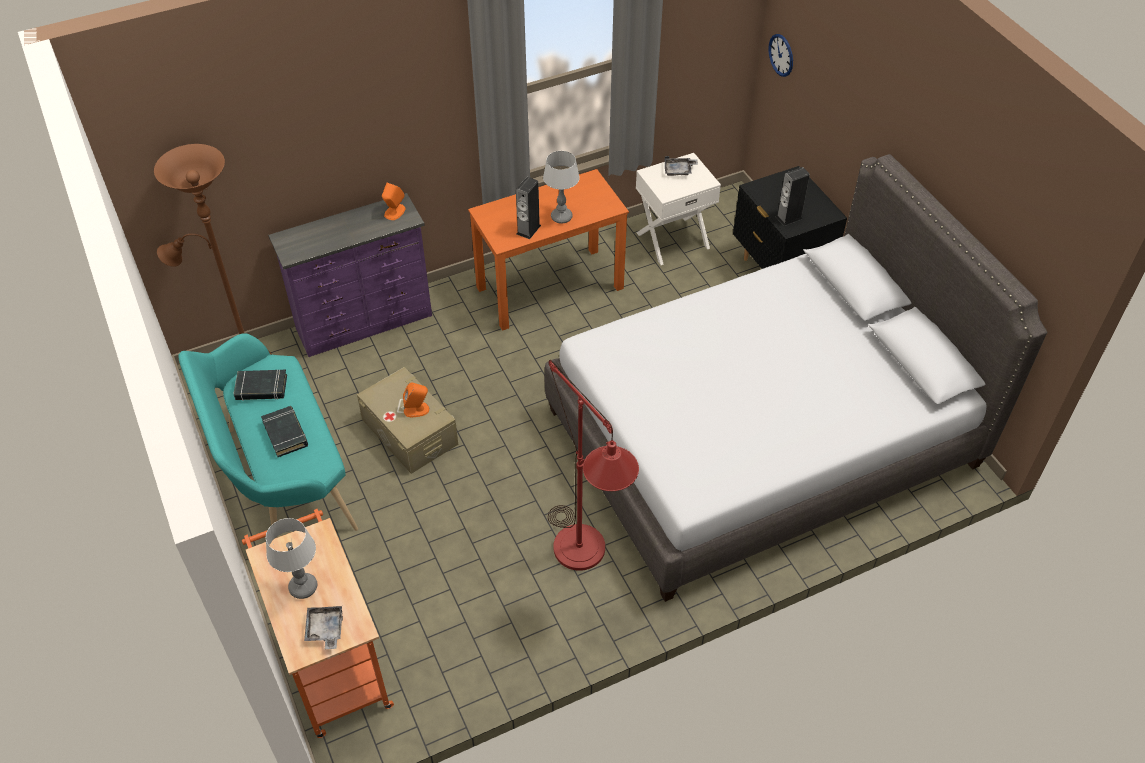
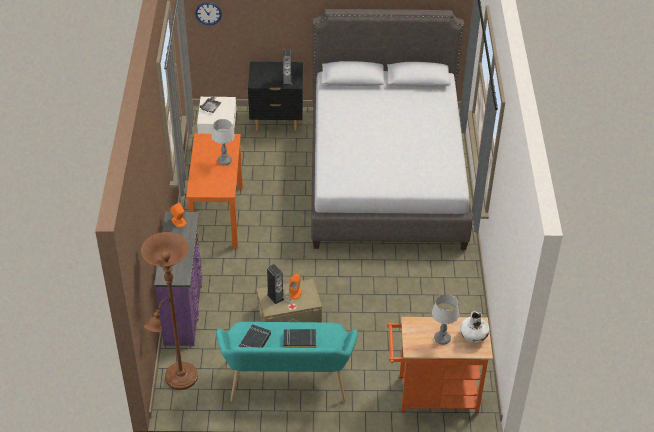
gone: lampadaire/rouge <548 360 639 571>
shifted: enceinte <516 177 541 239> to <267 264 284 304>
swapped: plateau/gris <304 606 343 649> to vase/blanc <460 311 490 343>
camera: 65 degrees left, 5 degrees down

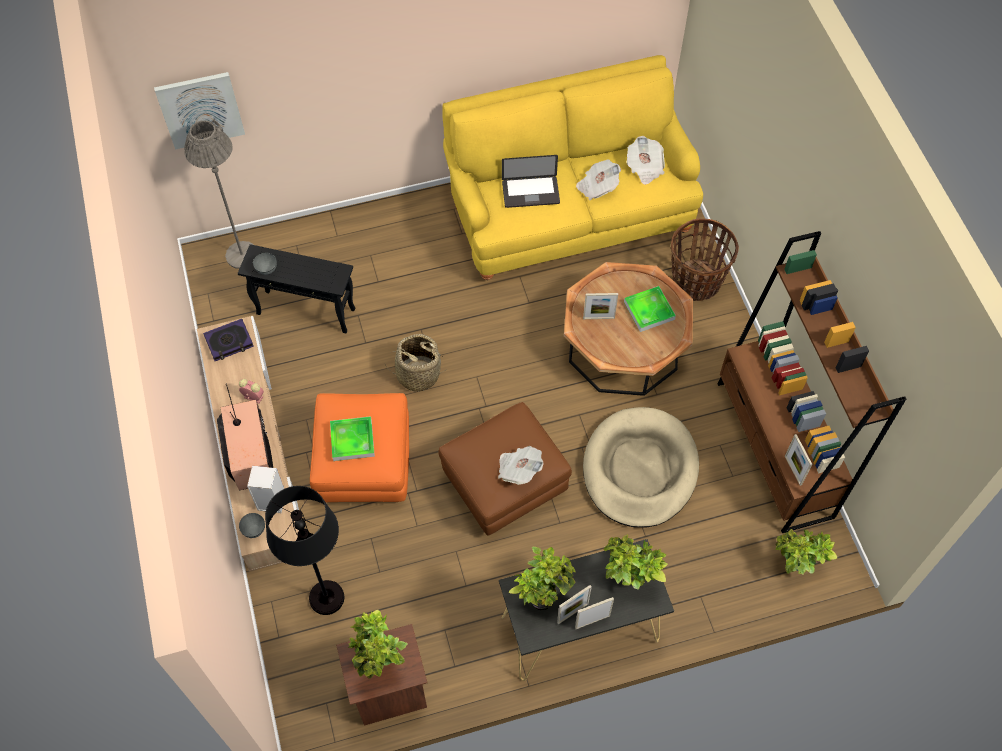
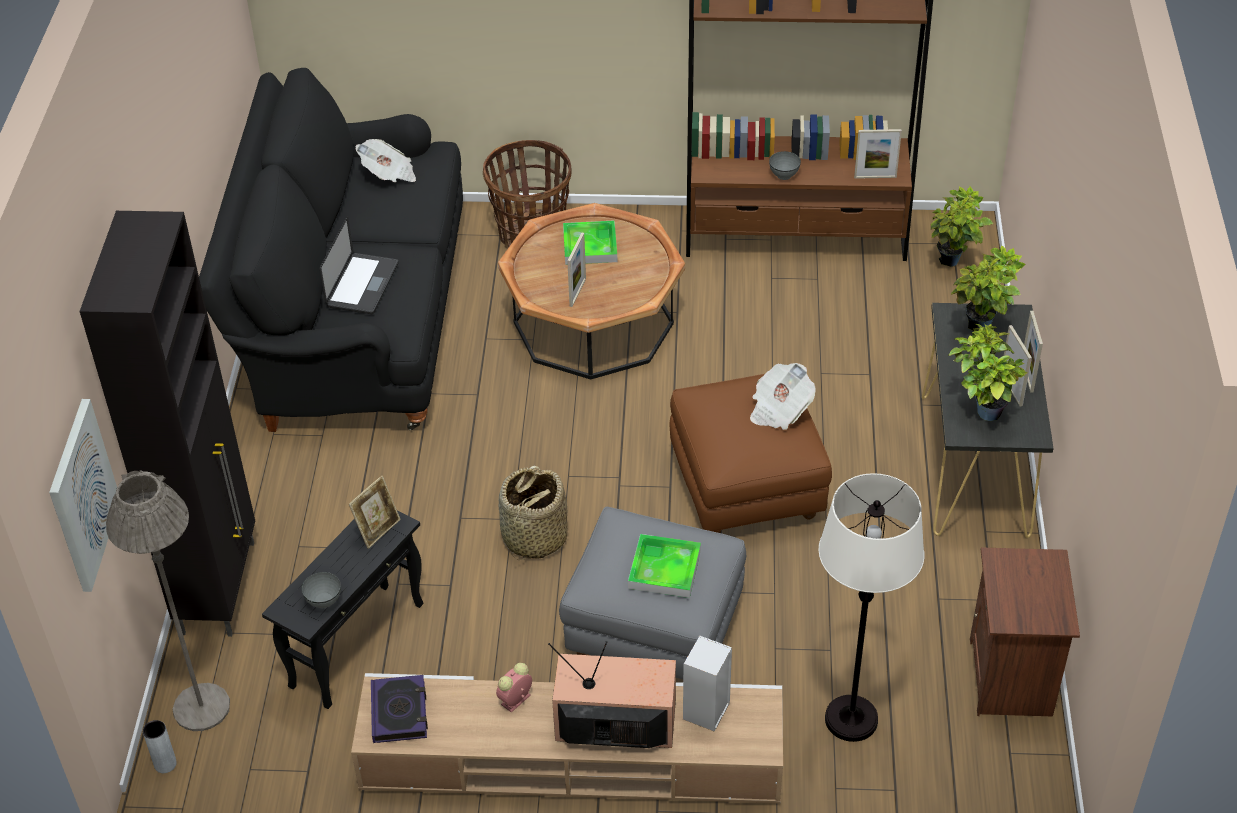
gone: plante en pot <349 610 408 679>; journal <576 159 621 200>; panier pour chien/beige <583 407 699 528>
new: meuble de rangement/noir <80 211 255 637>; vase/gris <143 720 177 773>; cadre photo <349 475 401 549>
shifted: bol/gris <239 513 265 538> to <769 151 801 180>
repainted: canapé/jaune <442 55 703 280> to canapé/noir <199 68 463 432>; pouf/orange <310 393 409 503> to pouf/gris <559 507 746 680>; lampadaire/noir <265 486 344 615> to lampadaire/blanc <819 473 924 742>
camera: 70 degrees left, 15 degrees down

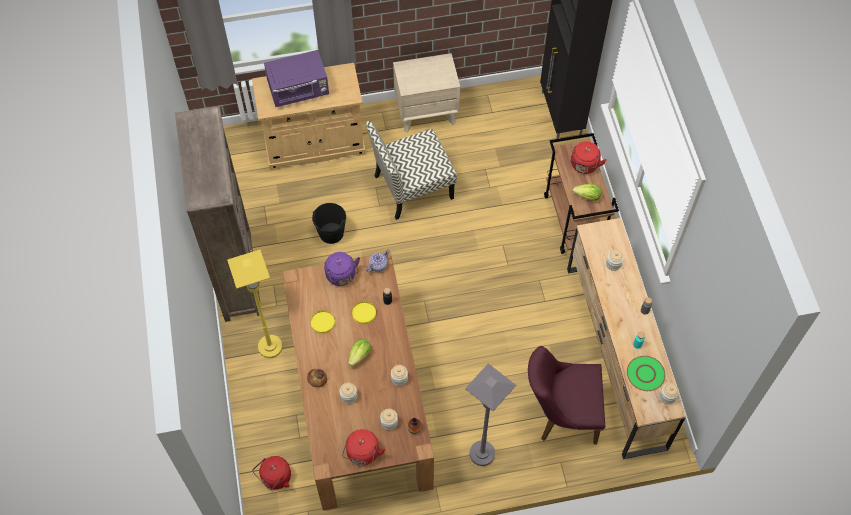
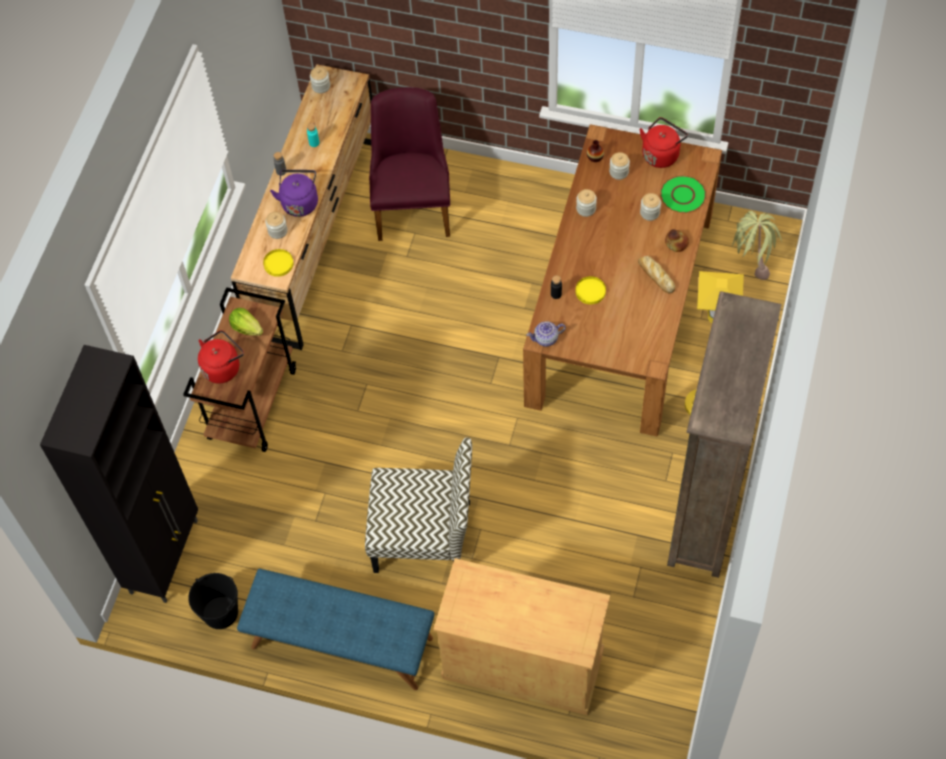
gone: micro-ondes/violet <264 50 329 107>; laitue <348 338 371 367>; lampadaire/gris <465 363 516 466>
new: pain <638 256 675 293>
shifted: seau/noir <312 203 346 244> to <188 573 238 629>; assiette/jaune <311 310 335 334> to <263 249 294 277>; bouilloire/violet <324 252 360 286> to <270 170 318 217>; assiette/vert <627 356 666 391> to <660 175 706 213>
swapped: table de chevet/beige <393 53 460 133> to banc/bleu <237 569 435 690>; bouilloire/rouge <252 456 291 490> to plante en pot <732 211 782 280>
rotated: chaise/violet <528 346 605 444> = <369 87 450 241> 120 degrees counterclockwise
camera: 150 degrees left, 0 degrees up

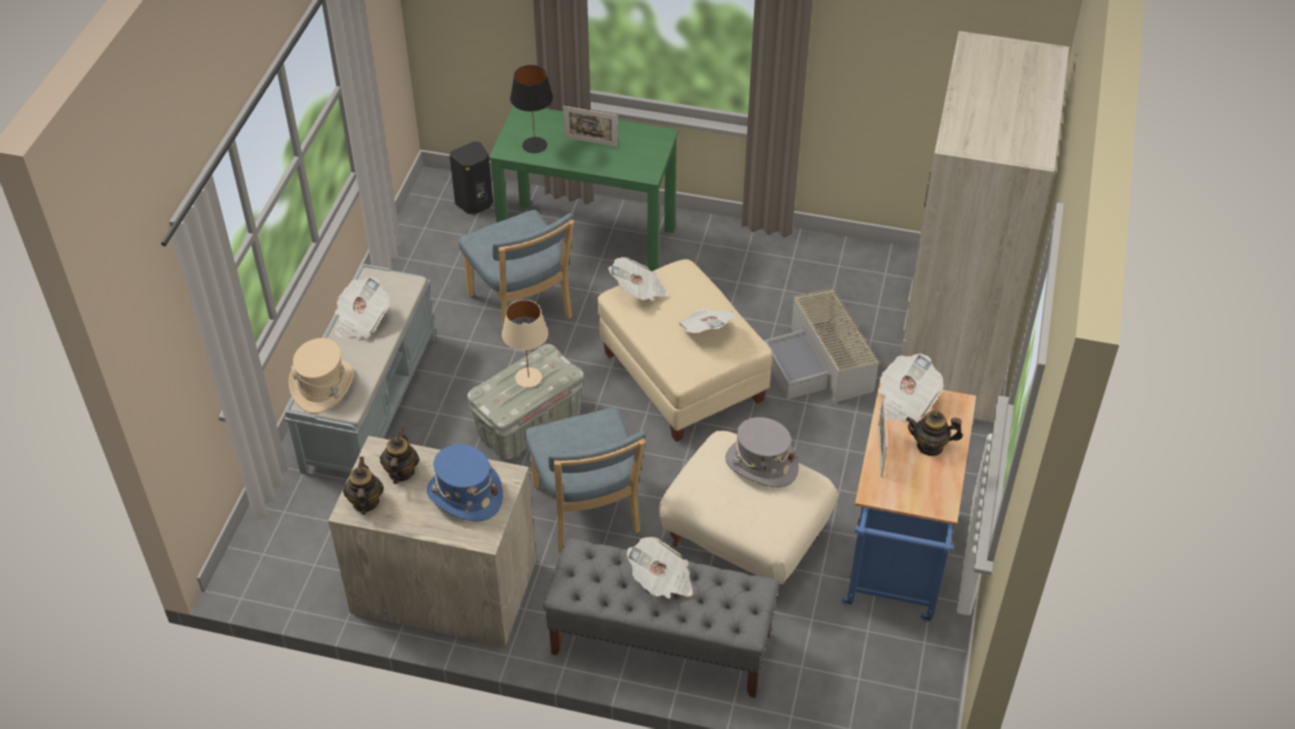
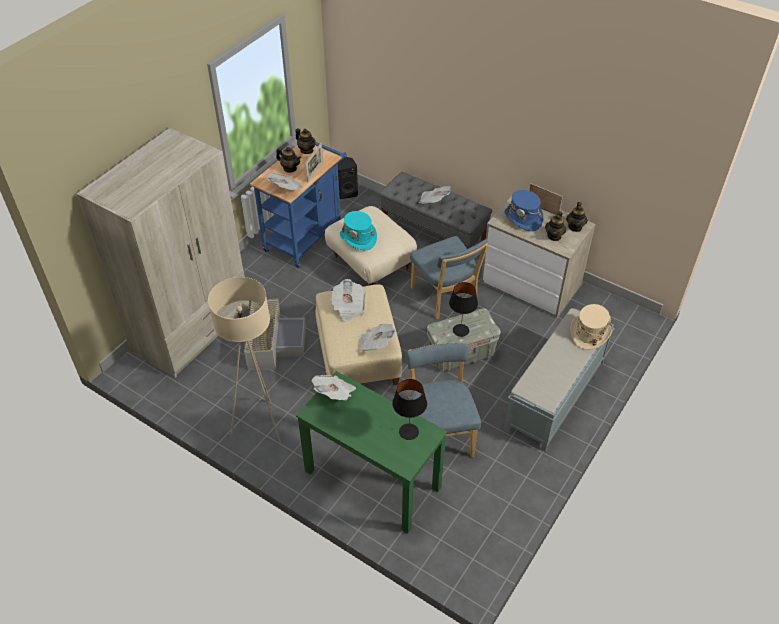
new: lampadaire/beige <208 277 281 444>; théière <295 128 316 154>
shifted: journal <334 277 390 339> to <312 375 356 401>; enceinte/noir <450 141 493 214> to <338 157 358 199>; cadre photo <563 106 618 147> to <529 183 563 215>
repainted: chapeau/gris <725 417 799 487> to chapeau/turquoise <340 211 377 250>; lampe de table/beige <502 300 548 388> to lampe de table/noir <449 282 478 337>
rotated: chaise/bleu <525 408 646 553> = <410 236 489 319> 150 degrees clockwise
camera: 160 degrees left, 0 degrees up

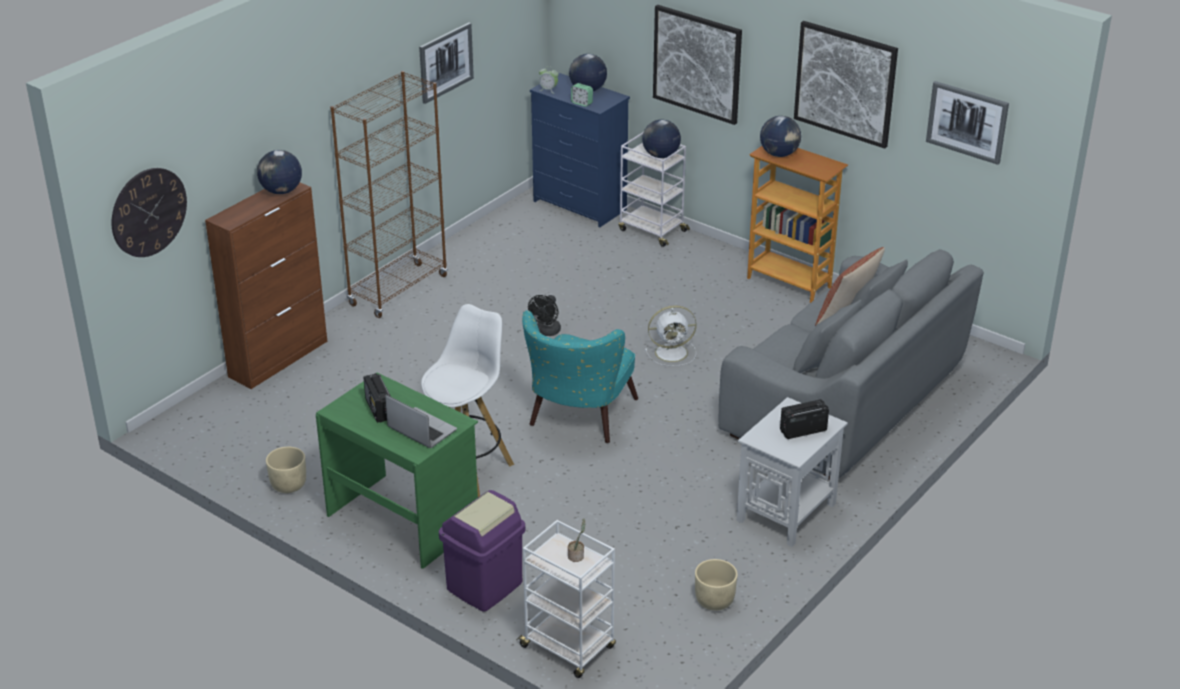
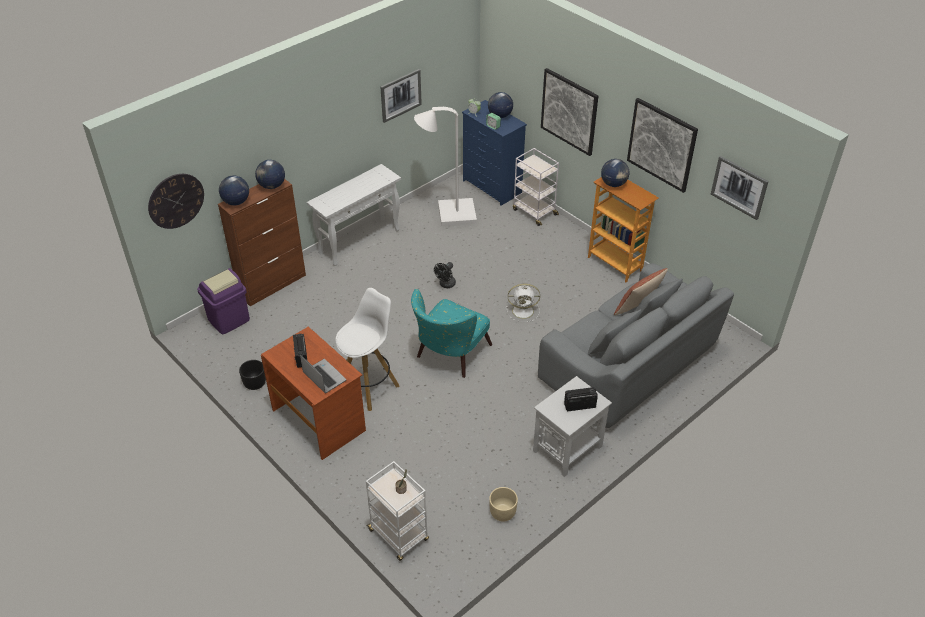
new: lampadaire/blanc <414 107 477 226>
shifted: poubelle/violet <439 490 525 612> to <197 268 250 334>; globe <642 120 681 158> to <219 176 249 205>
swapped: bibliothèque/marron <330 71 448 318> to table console/blanc <307 164 401 266>
repainted: cache-pot/beige <266 447 306 493> to cache-pot/noir <239 360 266 390>; bureau/vert <316 372 478 569> to bureau/marron <261 327 366 460>
camera: 10 degrees right, 10 degrees up

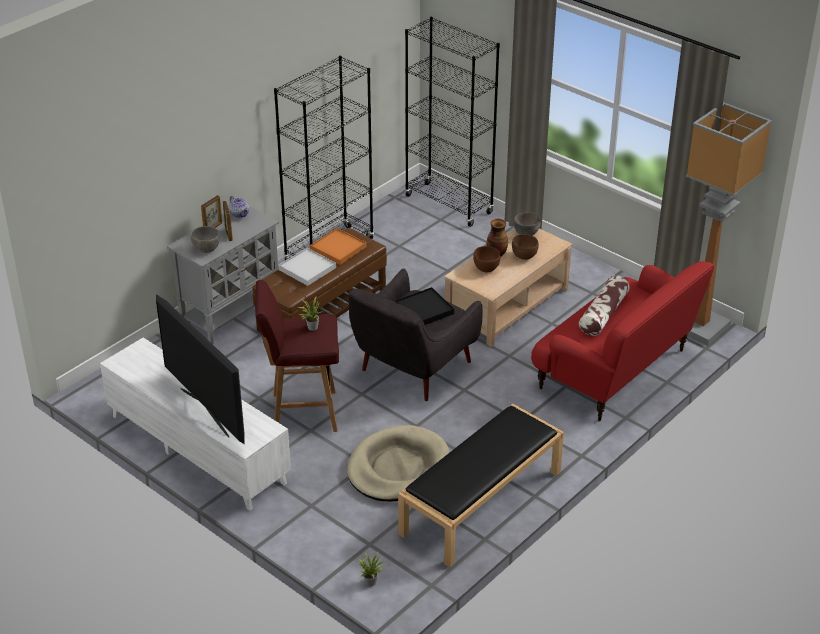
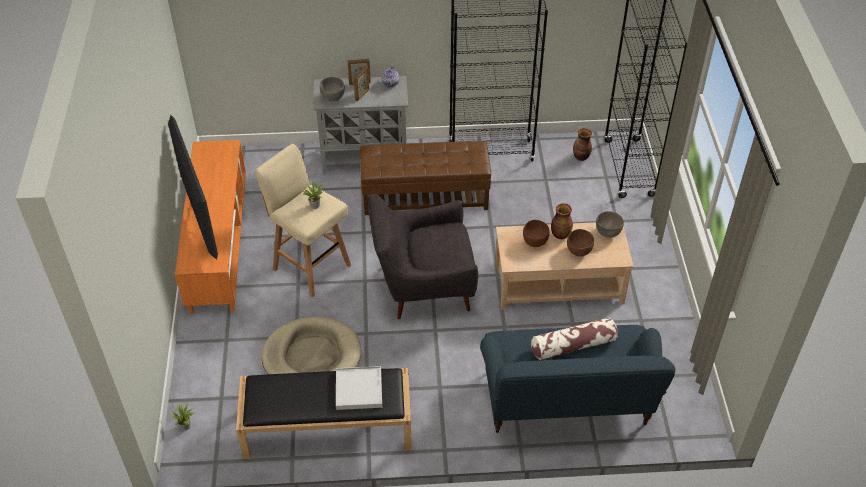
gone: plateau/orange <310 228 366 265>; plateau/noir <396 287 454 325>; lampadaire <686 102 772 346>
new: vase <573 128 592 161>
shifted: plateau/blanc <278 248 336 286> to <336 366 382 410>
repainted: meuble télé/blanc <100 338 291 511> to meuble télé/orange <175 140 246 314>; tabouret/rouge <255 280 339 432> to tabouret/beige <254 144 351 298>; canapé/rouge <531 261 714 421> to canapé/bleu <480 325 676 433>
rotated: téléviseur <156 294 245 444> = <168 115 218 260> 150 degrees clockwise
camera: 45 degrees right, 10 degrees up

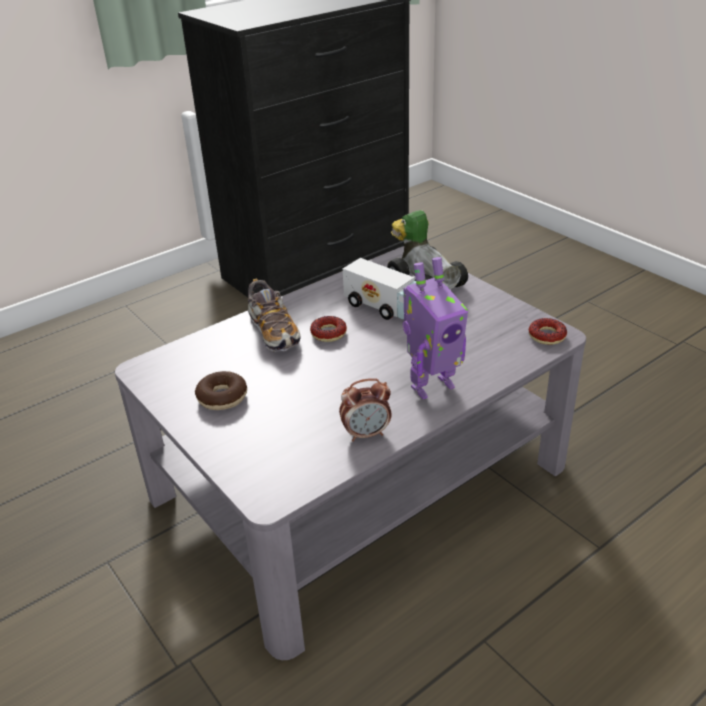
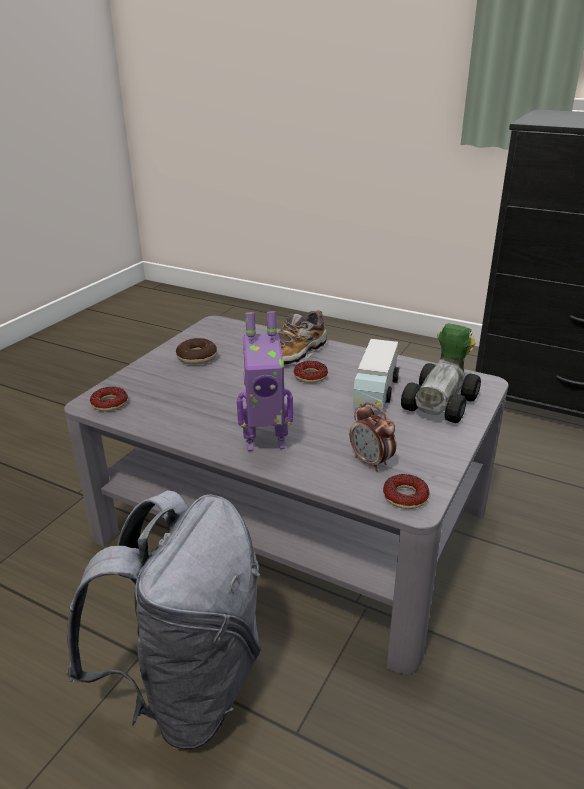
new: sac à dos/gris <66 490 261 749>; beignet <90 387 128 412>
shifted: réveil <339 378 391 441> to <350 402 396 472>
rotated: robot jouet <403 257 468 399> = <237 311 293 451> 45 degrees counterclockwise
camera: 65 degrees right, 5 degrees down

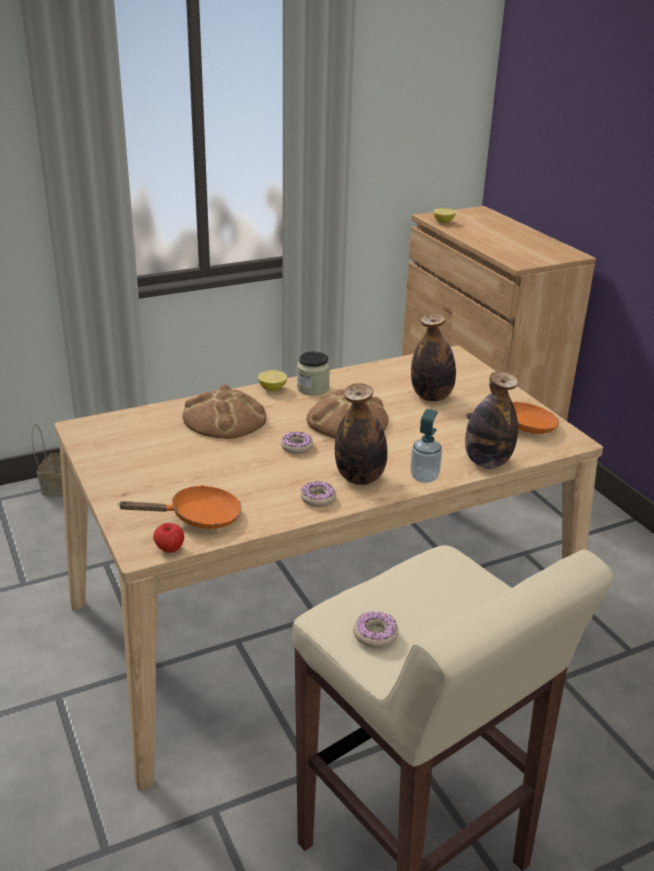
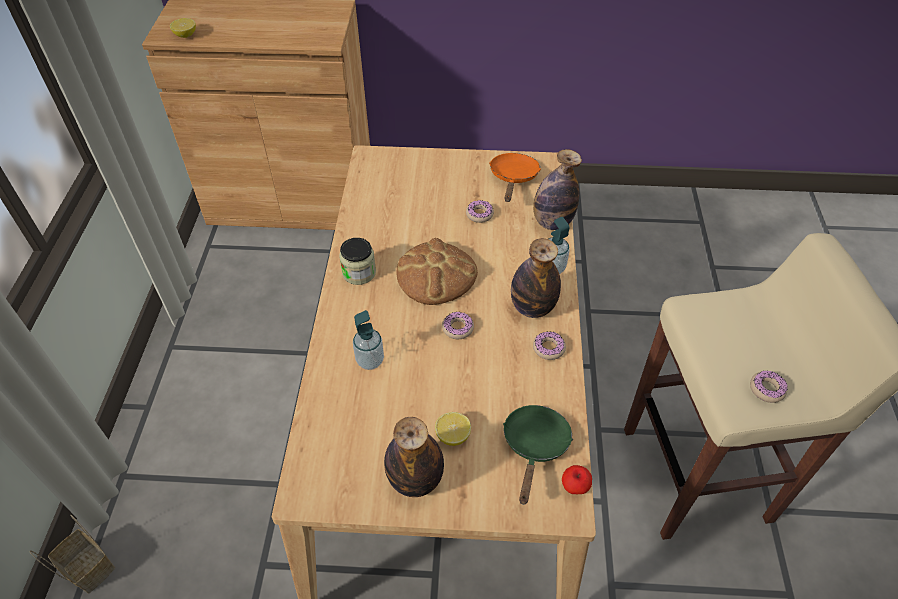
new: beignet <466 200 494 223>
shifted: bouteille <411 312 456 401> to <384 417 444 497>; citron <258 370 287 391> to <435 412 471 446>
swapped: pain <183 384 266 439> to distributeur de savon <353 310 384 370>
repainted: poêle/orange <117 485 242 529> to poêle/vert <503 405 573 505>
camera: 60 degrees left, 20 degrees up

